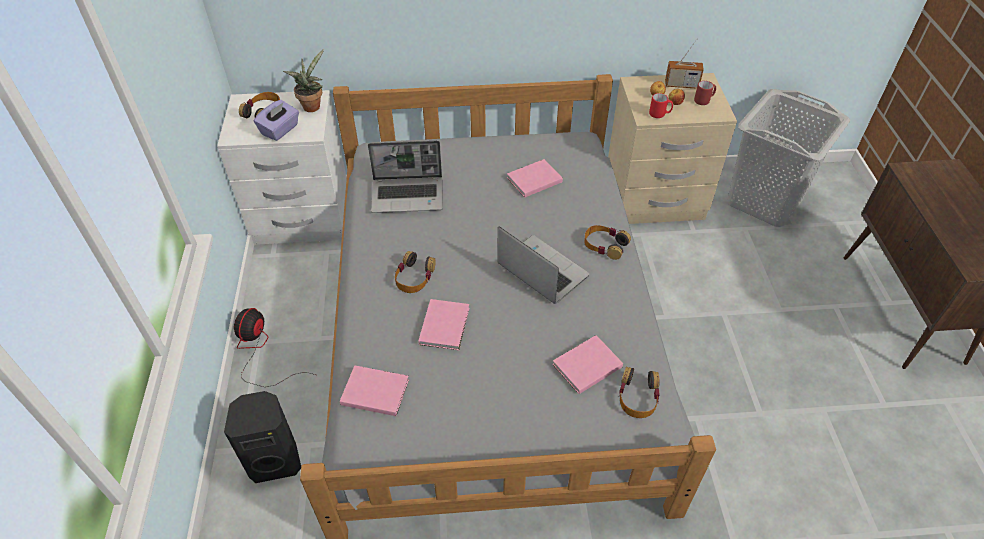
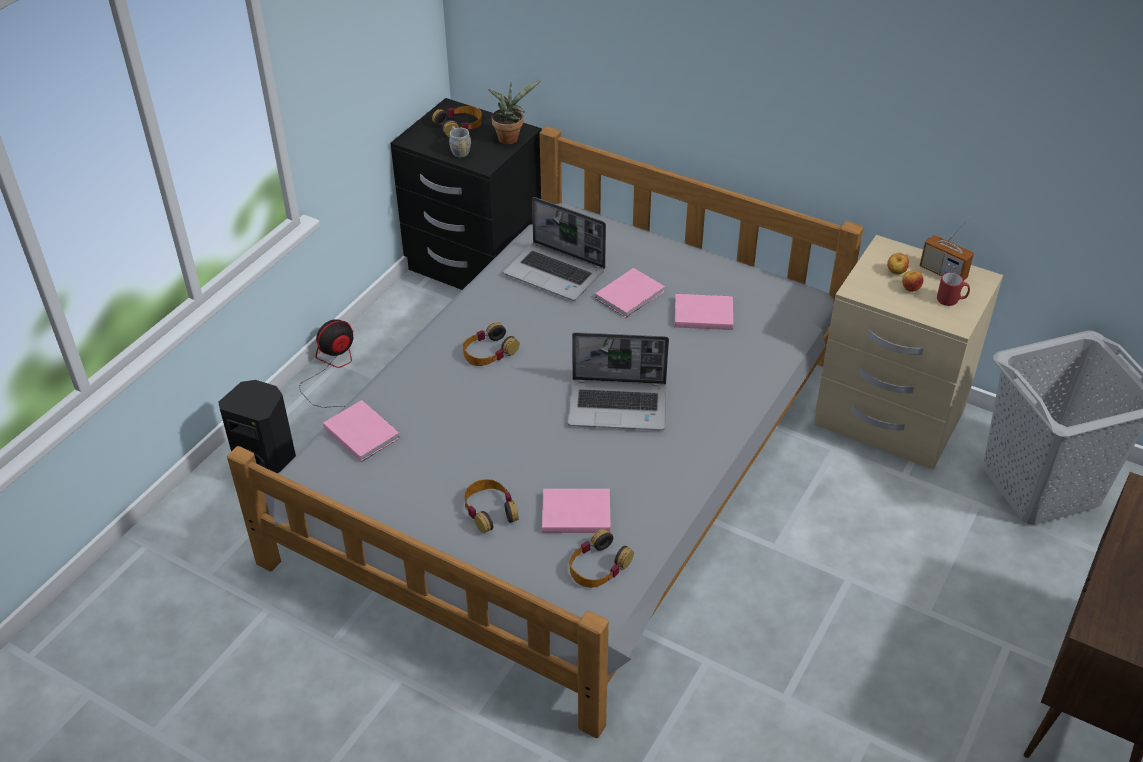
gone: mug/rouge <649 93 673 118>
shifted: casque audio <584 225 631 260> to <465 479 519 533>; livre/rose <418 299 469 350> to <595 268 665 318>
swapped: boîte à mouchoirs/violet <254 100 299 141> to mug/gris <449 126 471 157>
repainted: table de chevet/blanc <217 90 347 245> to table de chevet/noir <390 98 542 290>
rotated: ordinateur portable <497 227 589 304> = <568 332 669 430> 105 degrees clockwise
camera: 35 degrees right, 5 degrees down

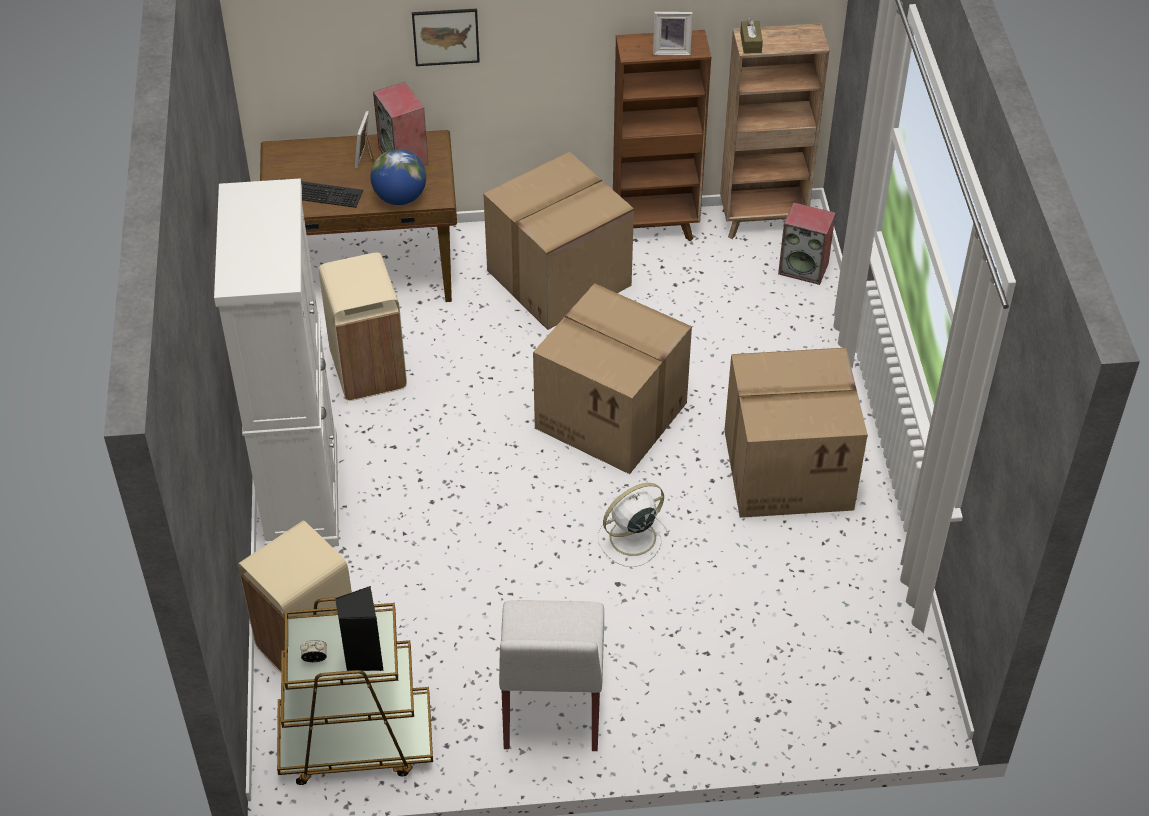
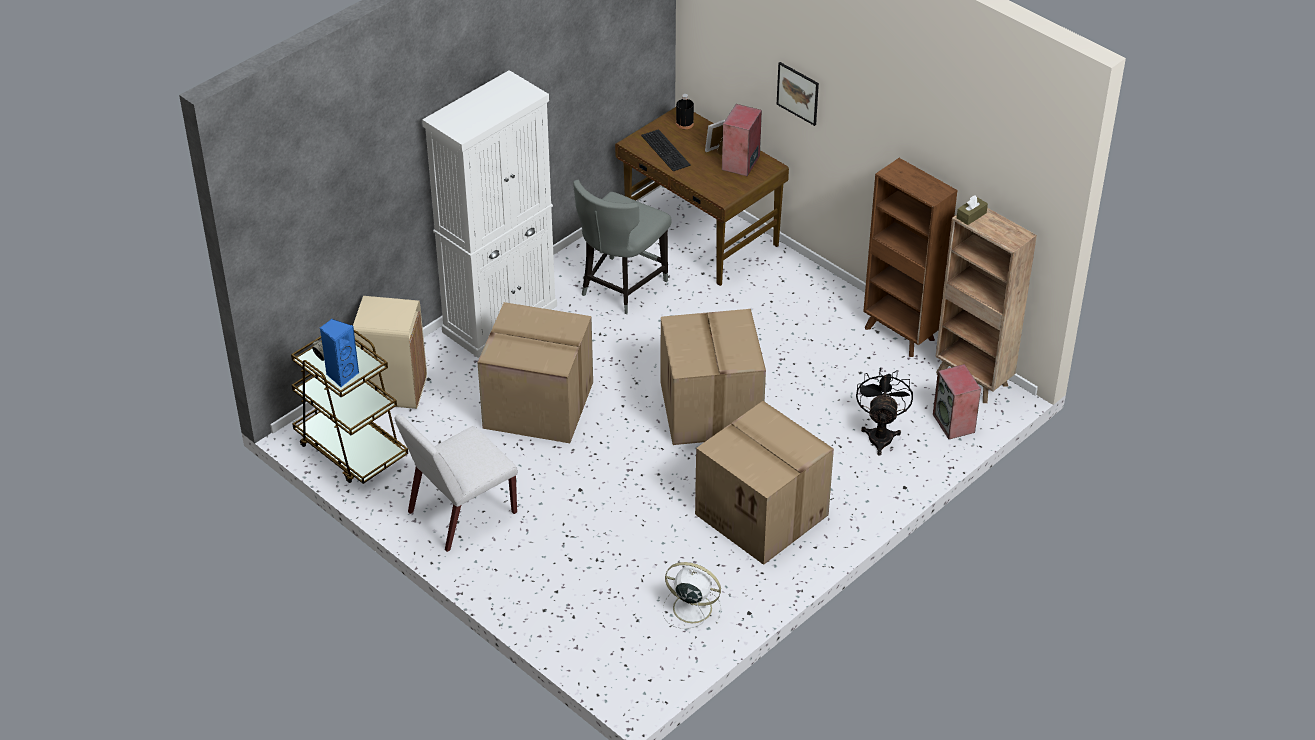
gone: globe <370 149 426 205>; cadre photo <653 12 693 55>
new: bouteille/noir <676 94 694 129>; ventilateur/noir <856 368 913 456>
shifted: carton <483 152 634 330> to <477 302 593 443>; ventilateur/blanc <598 483 670 567> to <663 562 721 629>
swapped: poubelle/beige <319 253 407 401> to chaise/gris <573 180 672 314>
repainted: enceinte/noir <335 586 384 671> to enceinte/bleu <320 319 359 387>
camera: 50 degrees right, 5 degrees down

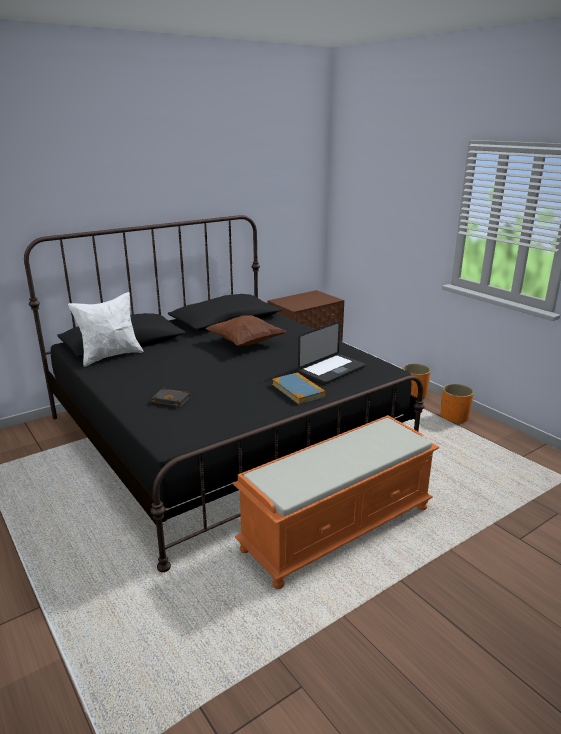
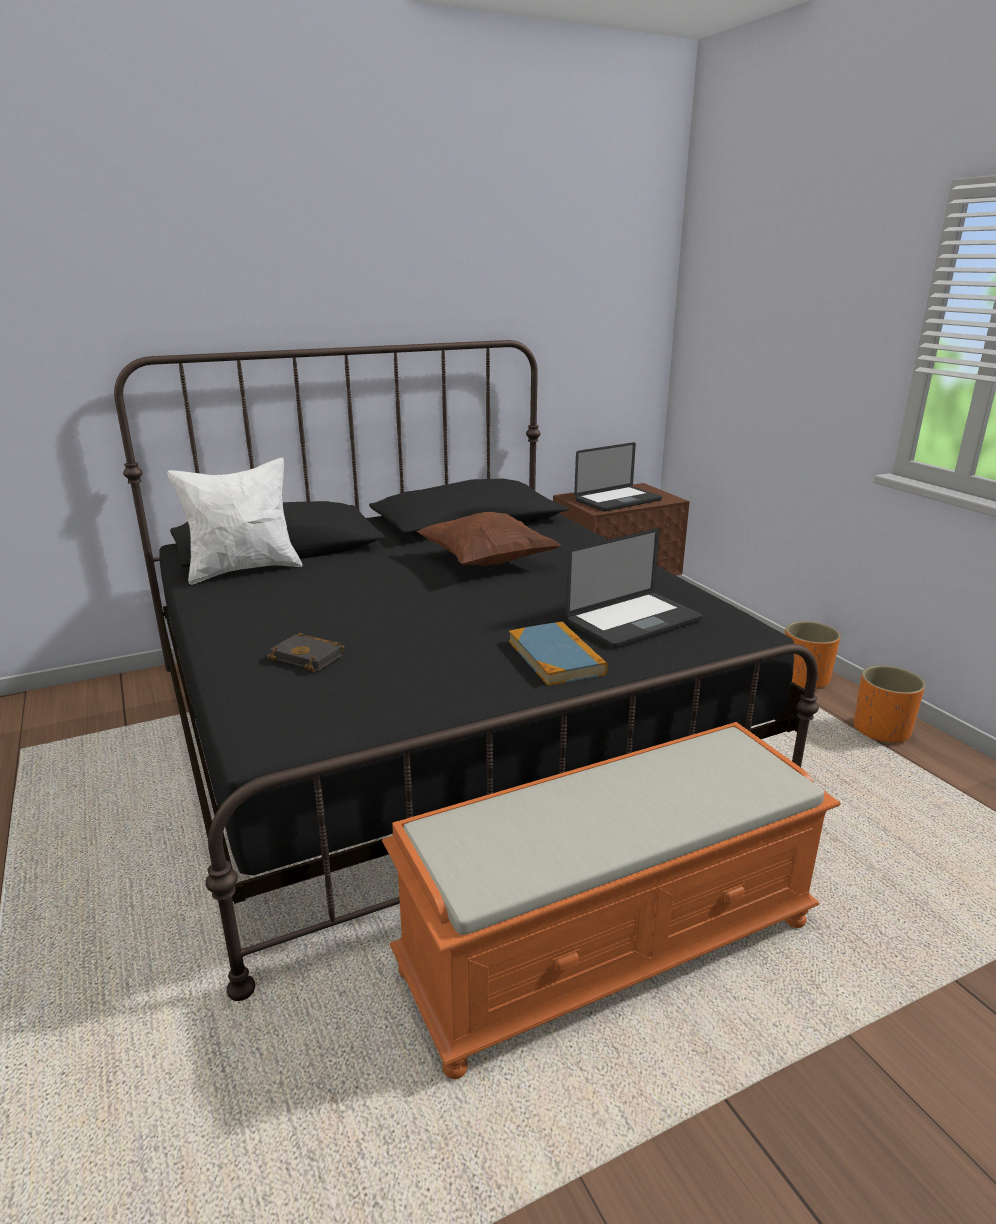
new: ordinateur portable <574 442 662 512>
camera: 10 degrees right, 0 degrees up

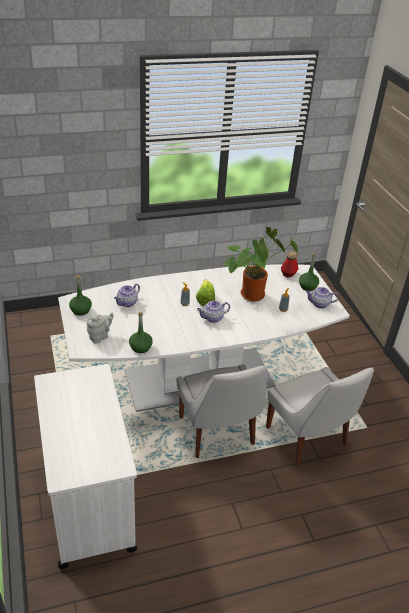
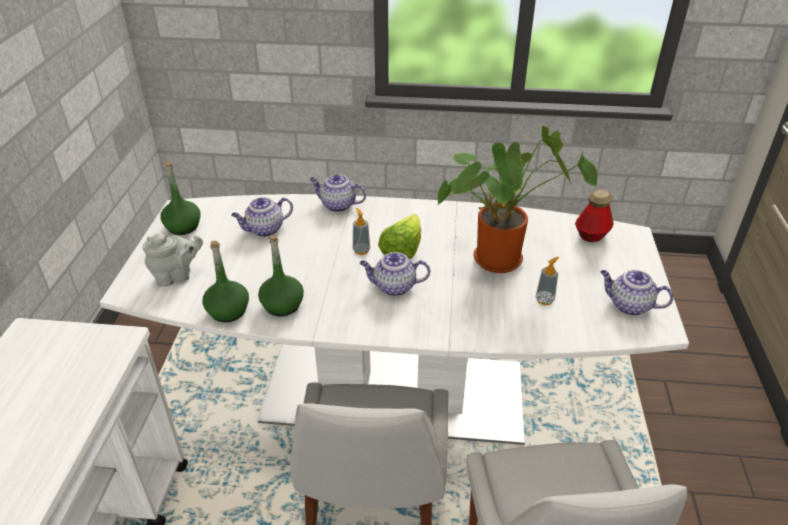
new: théière <309 174 366 212>
shifted: bouteille/vert <299 254 319 291> to <258 235 304 316>
camera: 25 degrees right, 0 degrees up

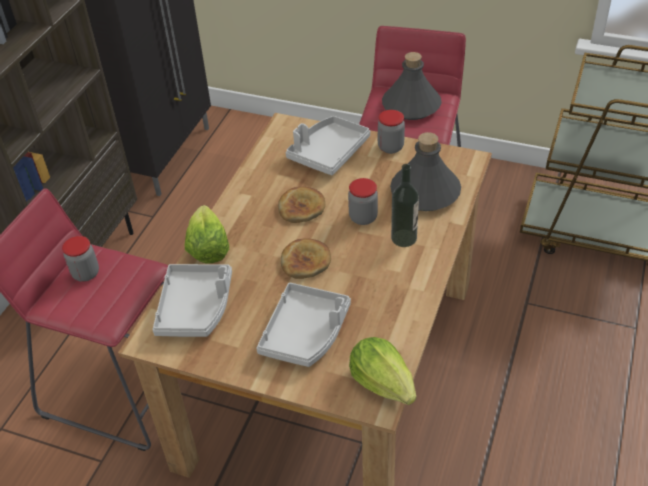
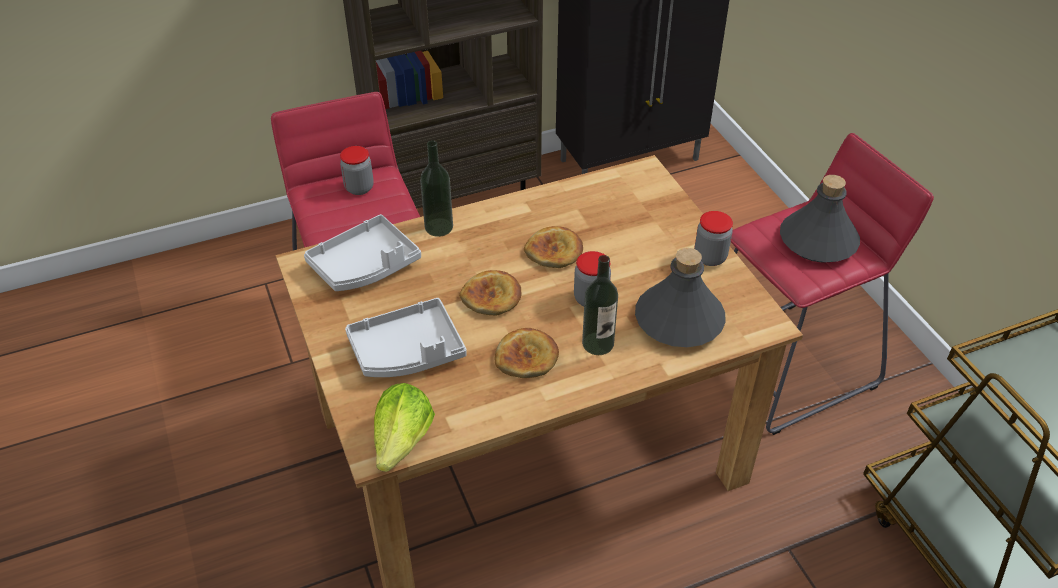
gone: plateau/gris <285 116 370 175>
new: pain <495 328 559 378>
swapped: laitue <185 205 229 263> to bouteille <420 141 453 237>
camera: 45 degrees right, 0 degrees up

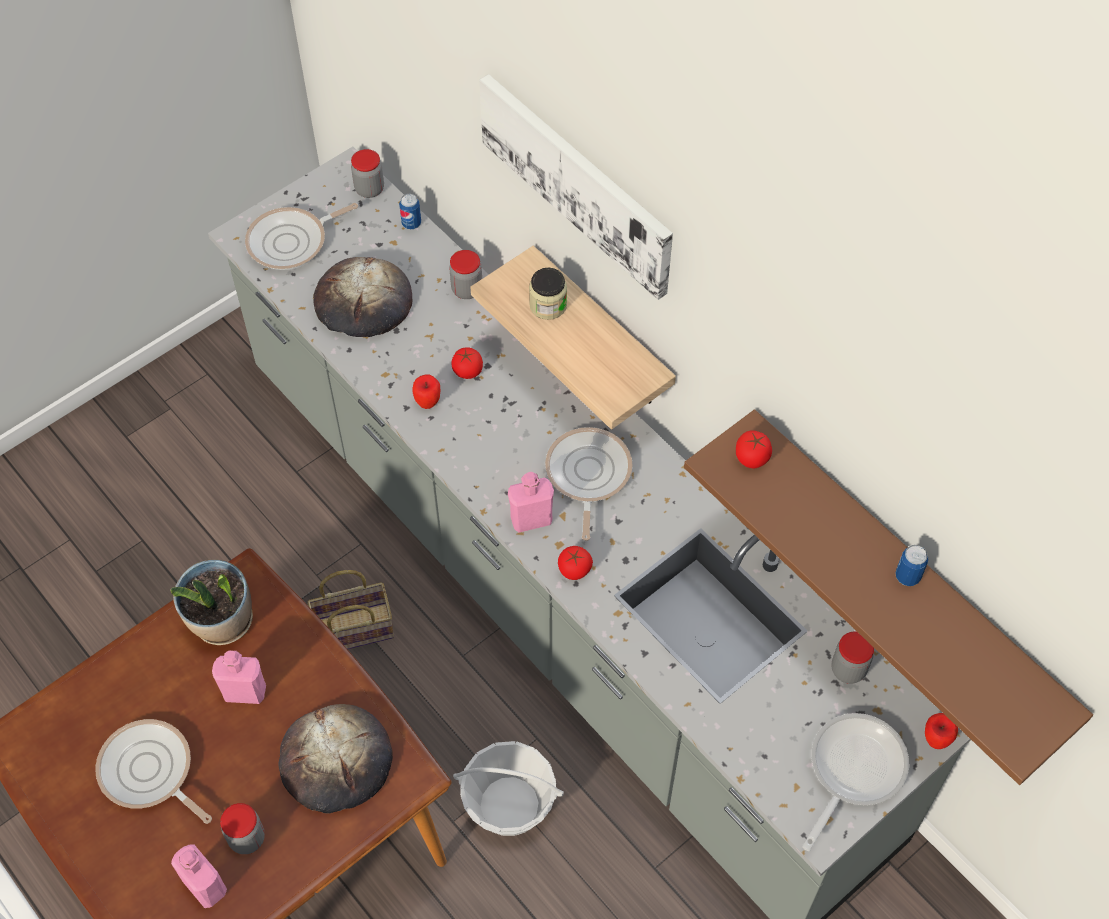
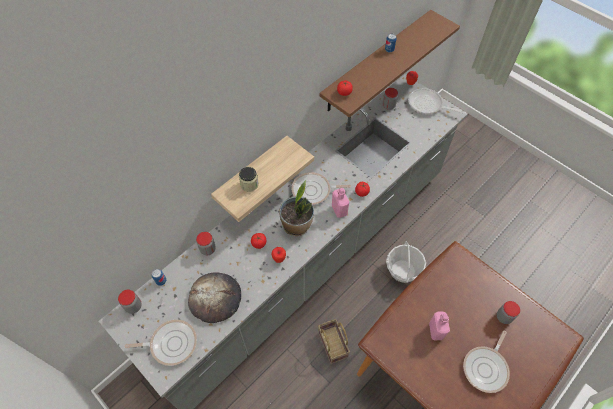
gone: bouteille/rose <171 844 227 908>; pain <279 704 393 813>; tableau <479 74 673 300>
shifted: plante en pot <170 559 253 645> to <279 180 314 236>
rotated: poêle <245 203 358 270> = <125 320 197 366> 60 degrees counterclockwise
camera: 95 degrees left, 0 degrees up

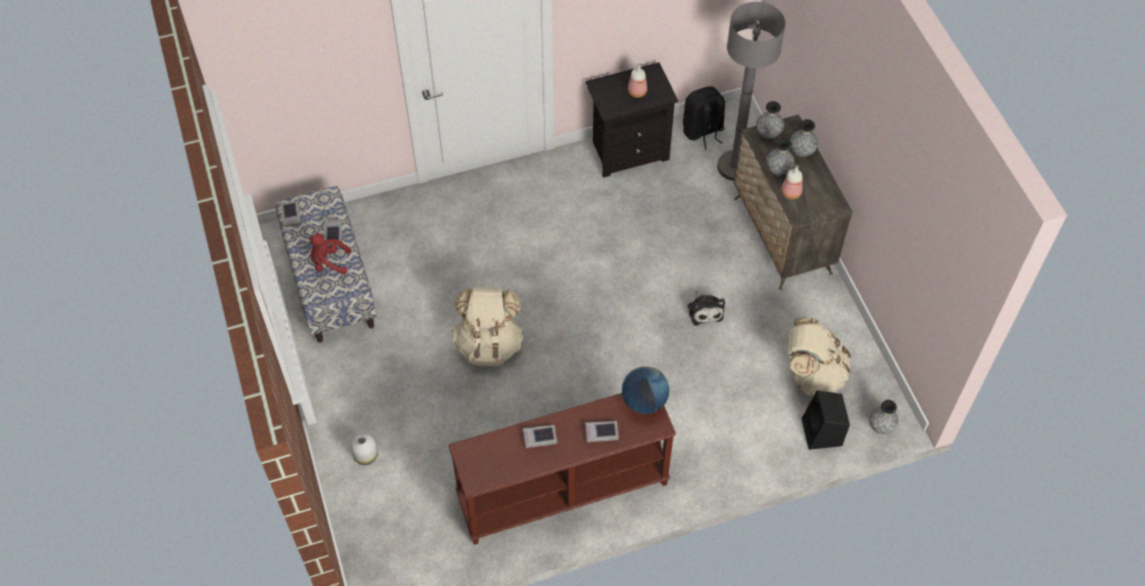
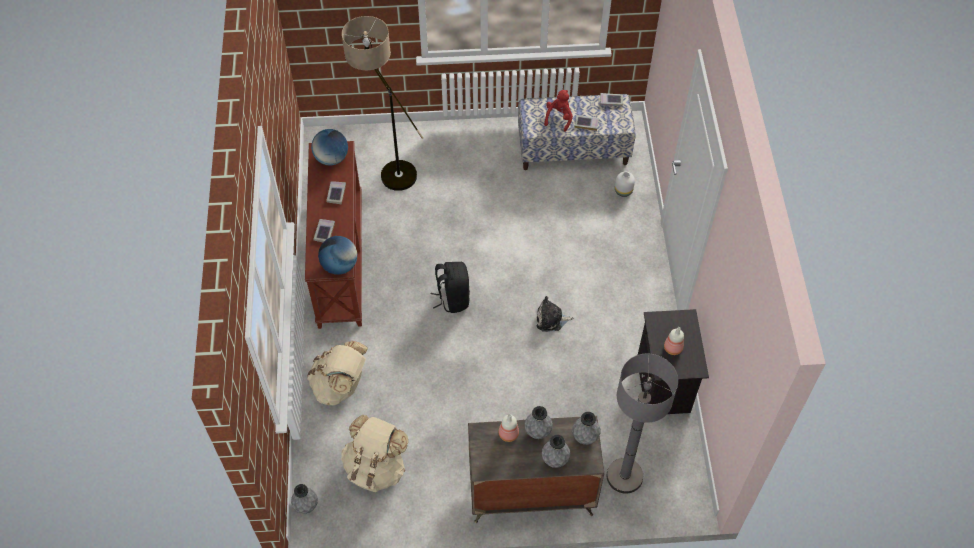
gone: enceinte/noir <802 390 850 450>
new: globe <311 129 348 165>; lampadaire <342 16 423 191>
shifted: sac à dos/beige <451 287 524 366> to <307 341 368 405>; sac à dos/noir <683 86 725 150> to <431 262 470 313>; peluche <688 291 725 326> to <537 296 573 332>; vase/blanc <351 434 378 465> to <615 172 635 197>
camera: 105 degrees right, 0 degrees up

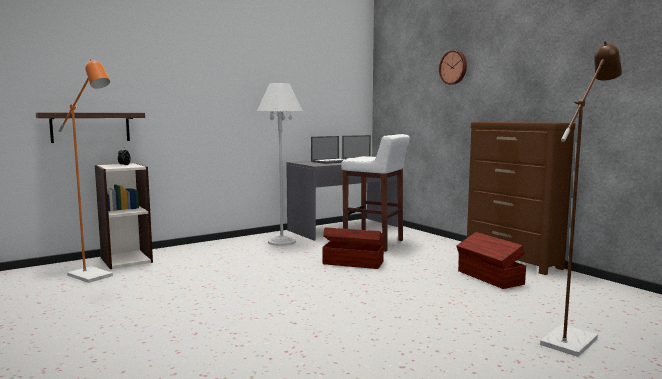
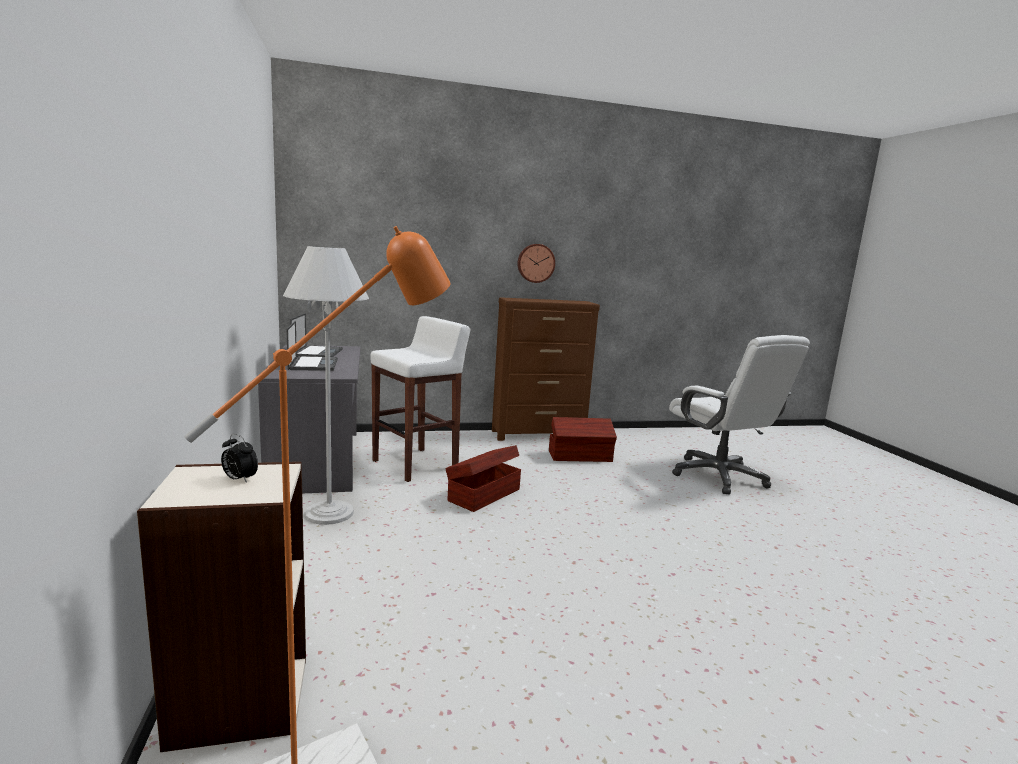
gone: étagère <36 112 145 143>
shifted: horloge murale <439 50 467 85> to <517 244 555 283>
swapped: lampadaire/marron <540 41 622 357> to chaise de bureau/blanc <669 335 810 495>
camera: 70 degrees left, 5 degrees up

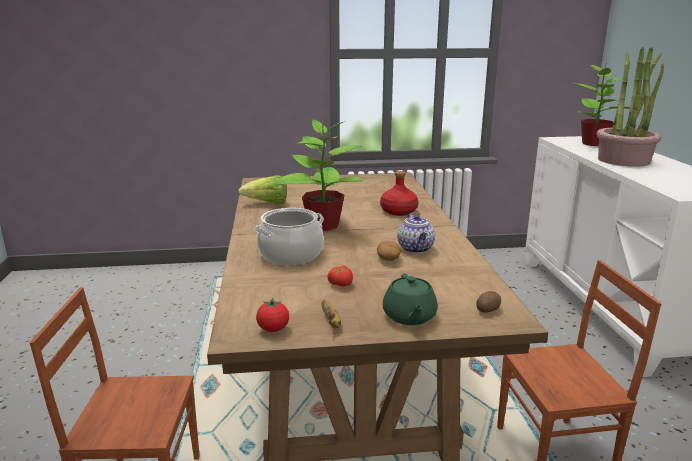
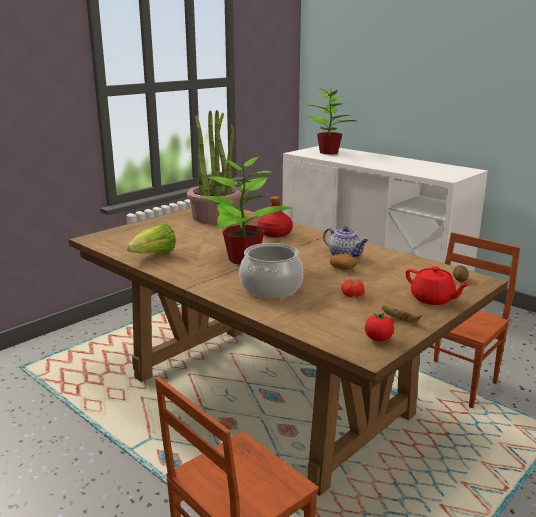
shifted: plante en pot <597 47 664 167> to <187 110 243 224>
repainted: théière/vert <383 274 438 325> to théière/rouge <406 266 470 305>
camera: 40 degrees left, 0 degrees up

